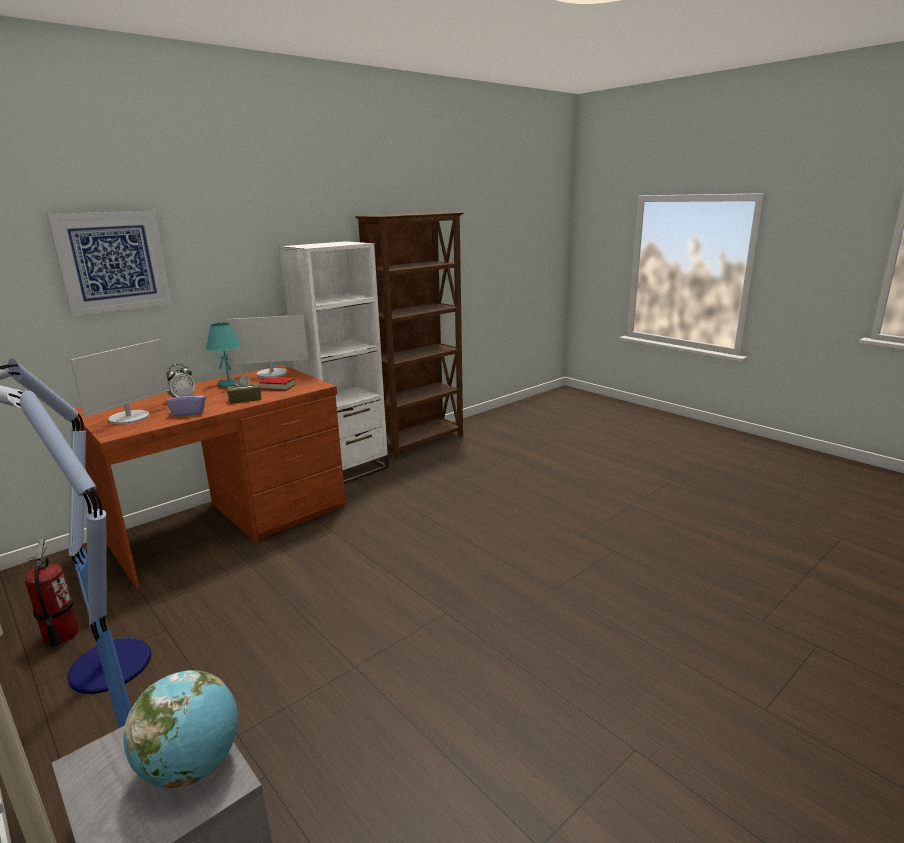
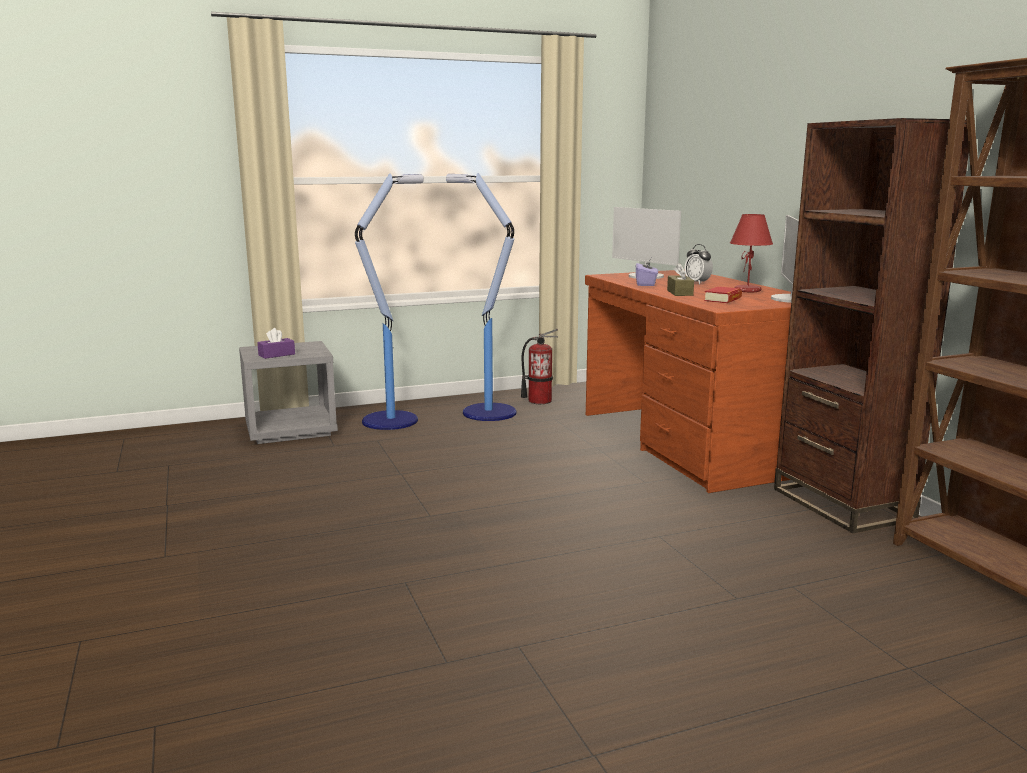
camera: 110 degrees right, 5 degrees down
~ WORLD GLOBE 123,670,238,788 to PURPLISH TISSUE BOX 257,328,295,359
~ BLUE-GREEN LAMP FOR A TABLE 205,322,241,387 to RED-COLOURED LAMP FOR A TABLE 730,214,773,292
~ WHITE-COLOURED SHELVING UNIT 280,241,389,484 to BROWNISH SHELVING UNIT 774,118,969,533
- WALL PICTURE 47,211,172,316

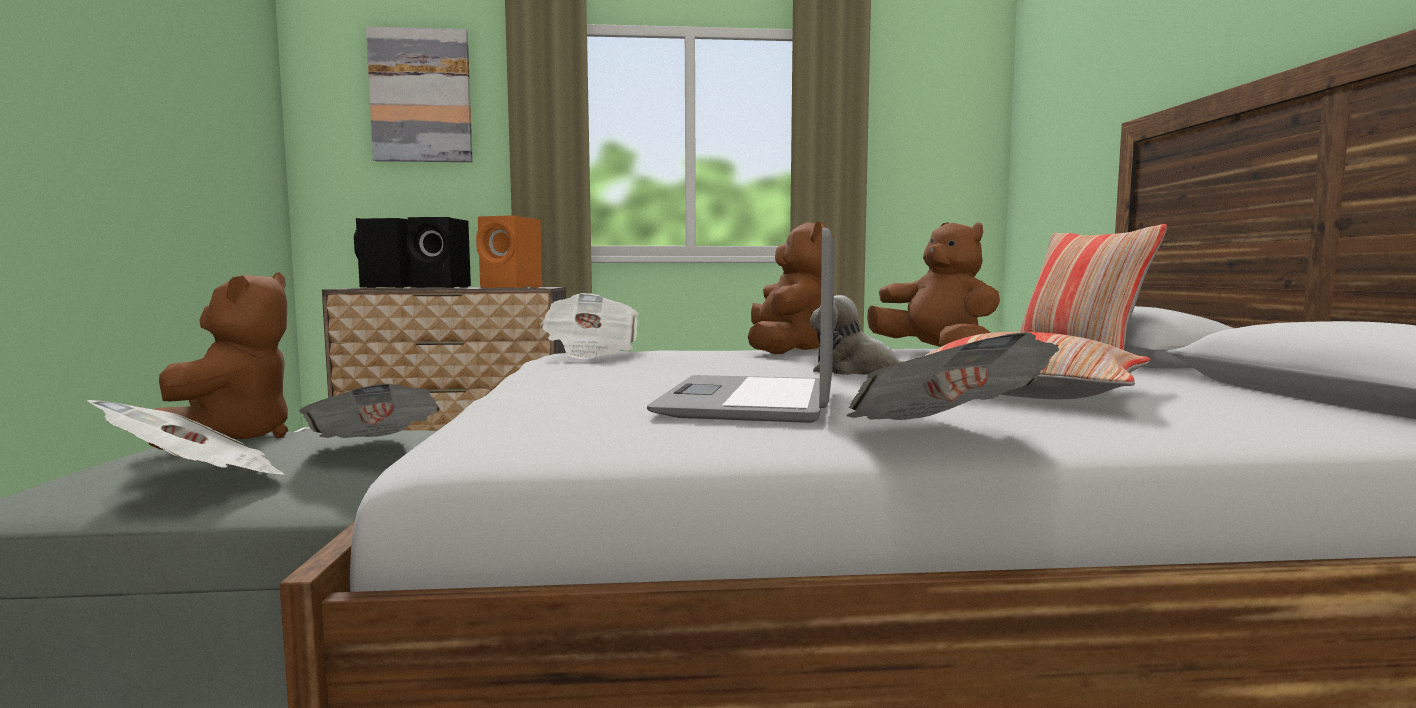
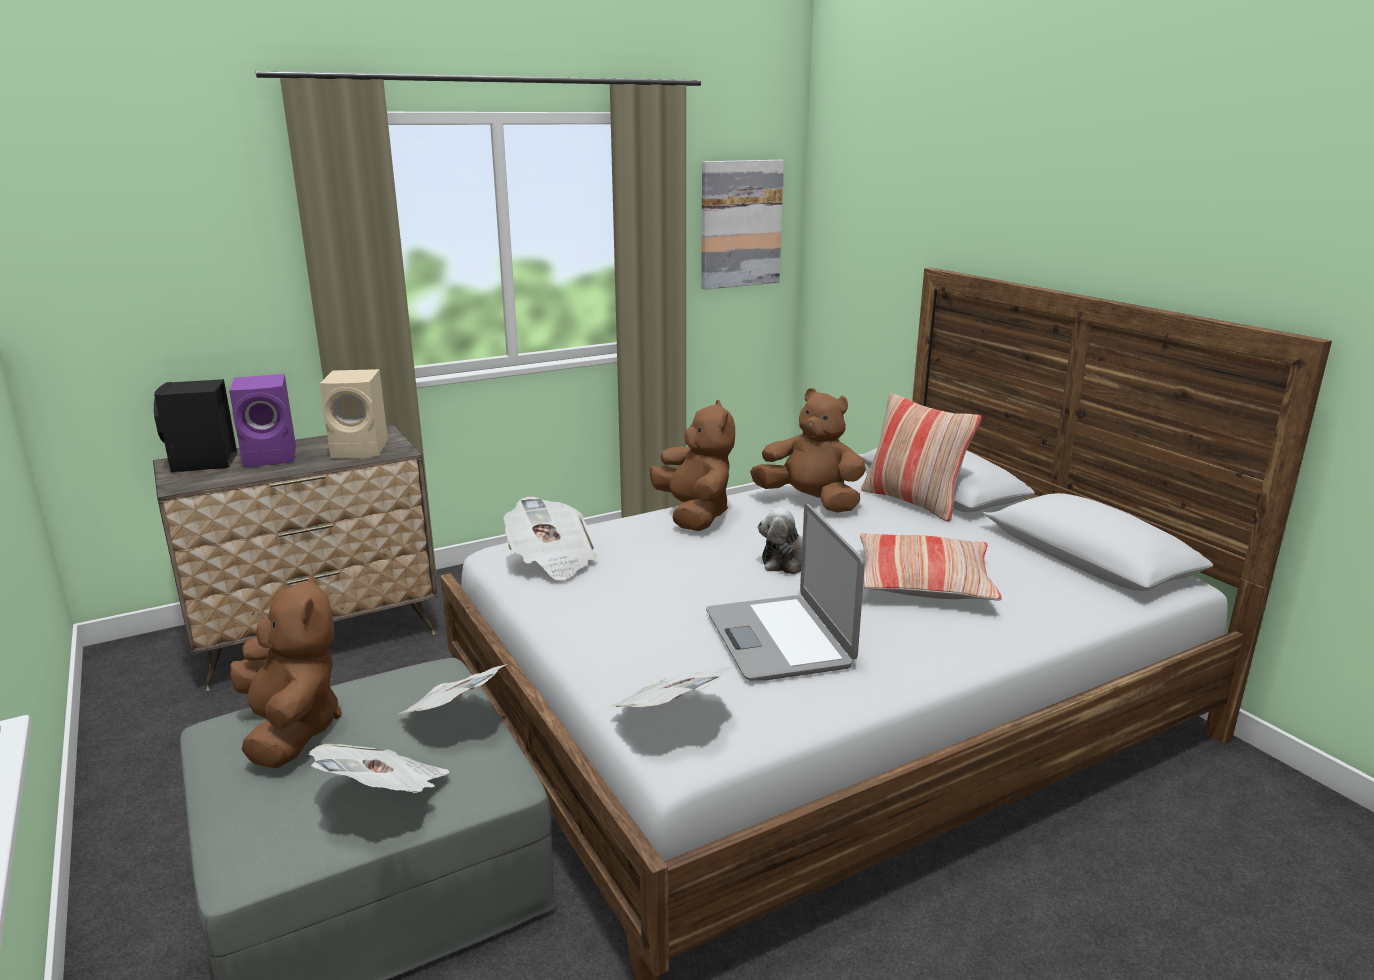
camera: 25 degrees left, 15 degrees up
~ BLACKISH LOUDSPEAKER 407,217,471,288 to PURPLISH LOUDSPEAKER 229,374,296,467
~ ORANGEY LOUDSPEAKER 476,216,542,288 to BEIGE-COLOURED LOUDSPEAKER 320,369,388,458
~ PRINTED PAPER 847,332,1059,420 to 612,667,735,708
~ WALL PICTURE 366,27,473,162 to 701,160,784,290

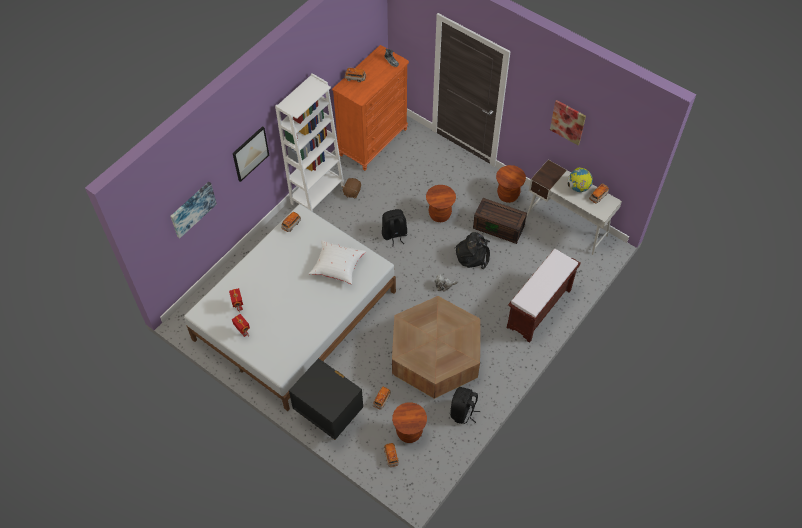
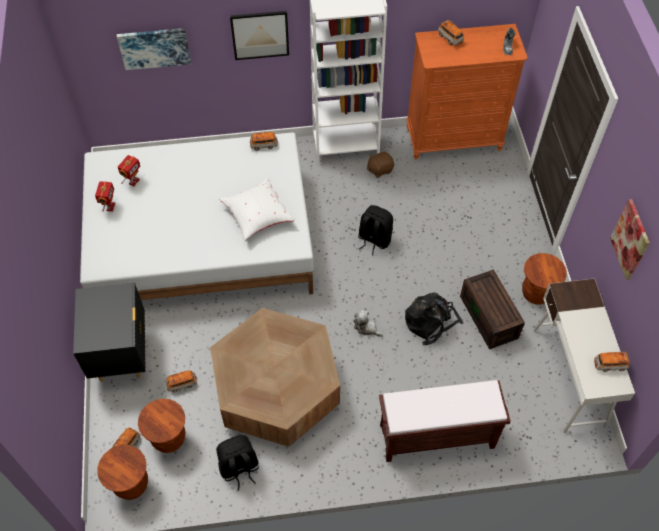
camera: 45 degrees right, 0 degrees up
~ BROWNISH SITTING STOOL 426,185,456,222 to 97,445,148,500
- WORLD GLOBE 568,167,593,192

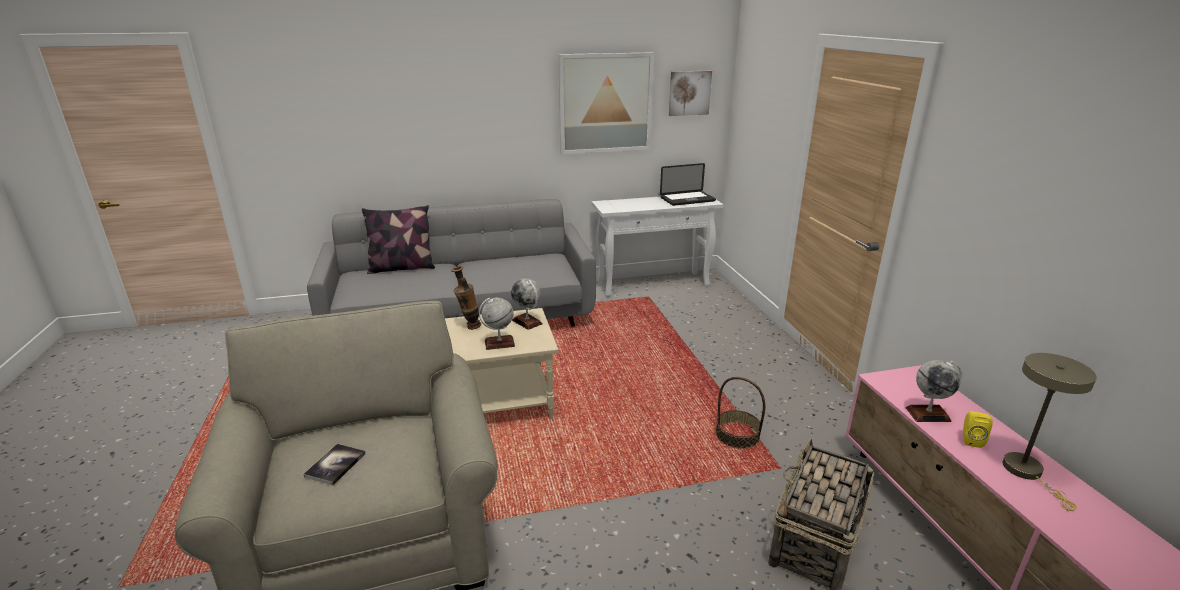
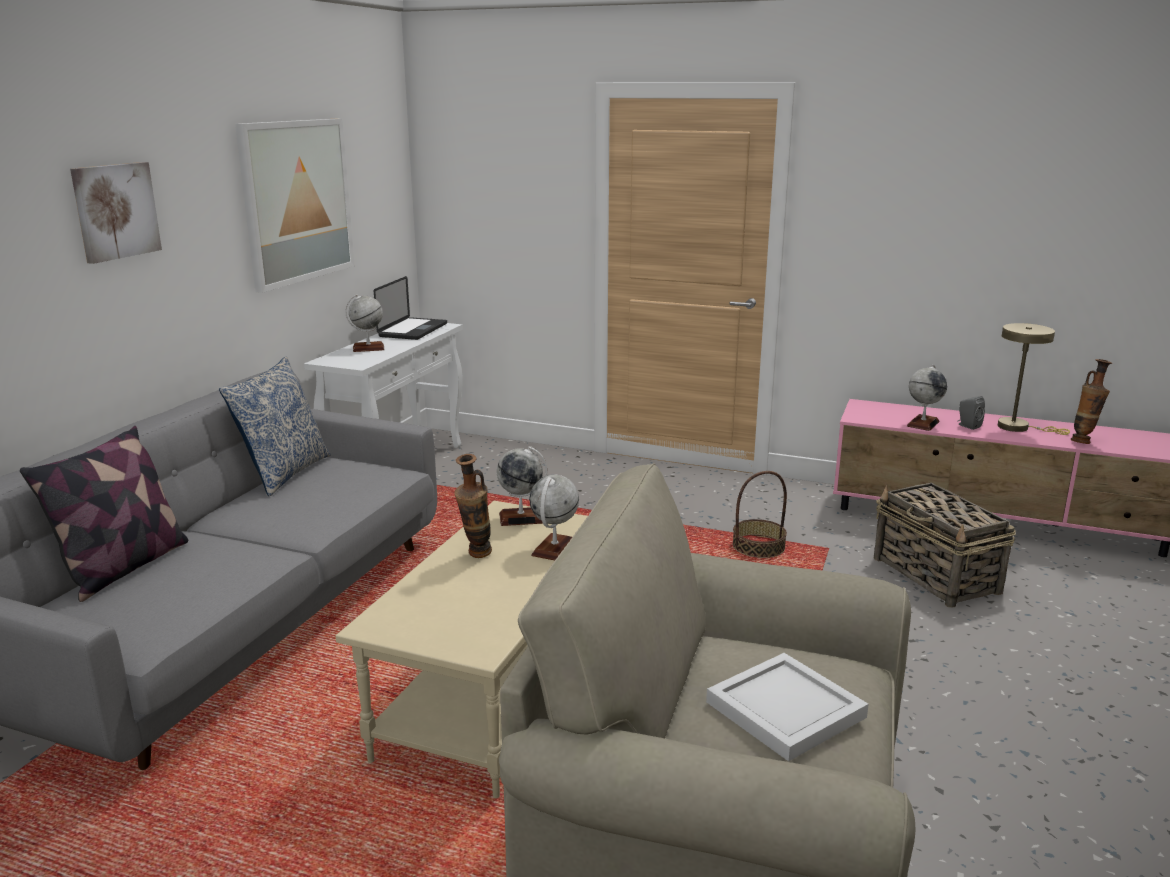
camera: 55 degrees left, 5 degrees down
~ WALL PICTURE 669,71,712,116 to 70,162,162,264
+ PILLOW 219,357,331,496
+ WORLD GLOBE 346,294,384,352
~ BOOK 304,444,366,485 to WHITE-COLOURED SERVING TRAY 706,653,869,761
~ YELLOW LOUDSPEAKER 963,411,993,448 to GREYISH LOUDSPEAKER 957,396,985,430
+ DECORATIVE VASE 1071,359,1112,444

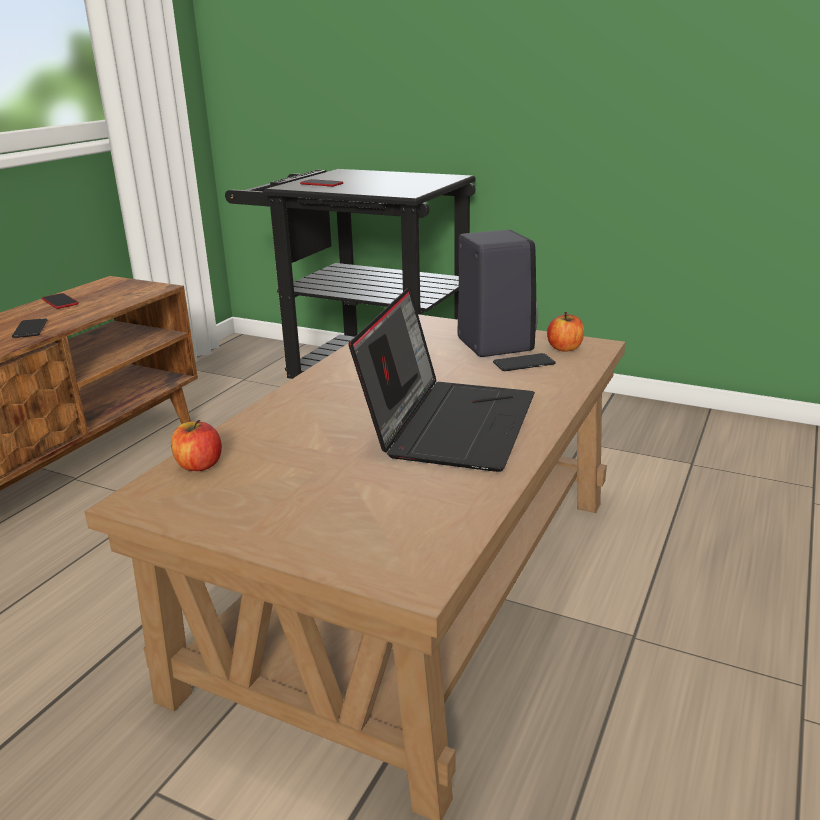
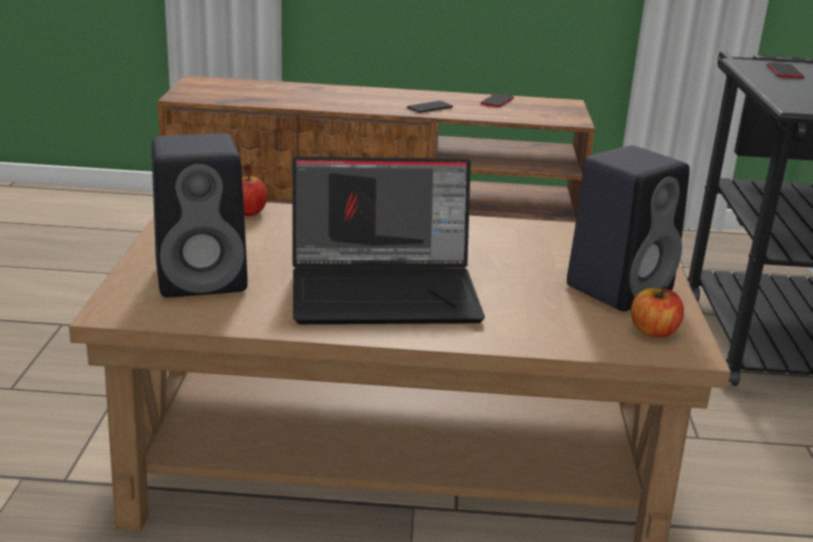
camera: 65 degrees right, 0 degrees up
+ BLACKISH LOUDSPEAKER 152,133,248,297
- HANDSET 493,353,555,371

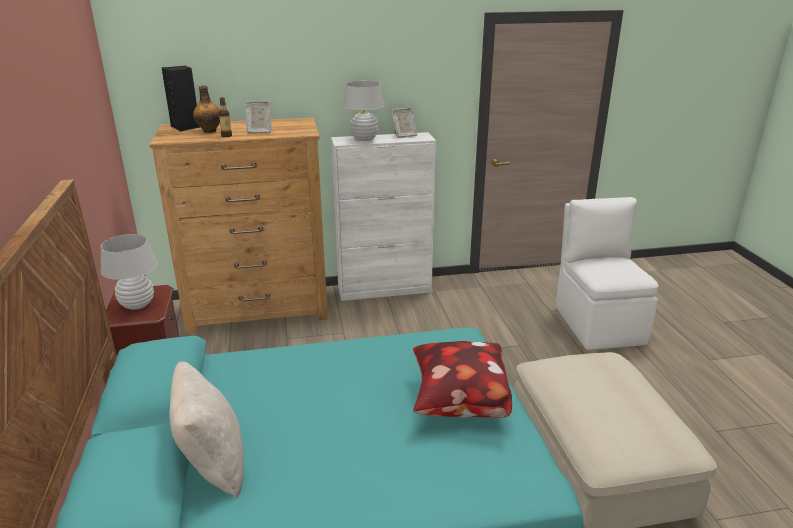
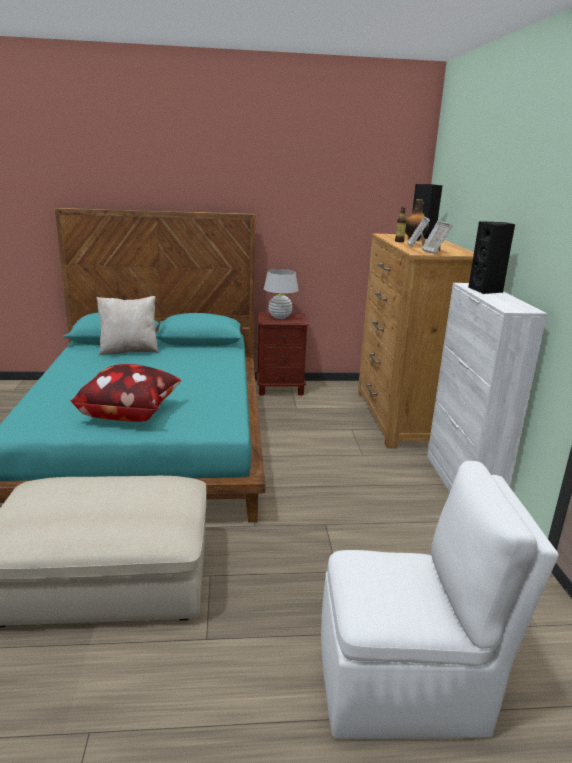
camera: 95 degrees right, 5 degrees down
~ PICTURE FRAME 391,108,417,138 to 422,221,453,254
~ WHITE-COLOURED LAMP FOR A TABLE 343,81,385,141 to BLACKISH LOUDSPEAKER 468,221,515,294

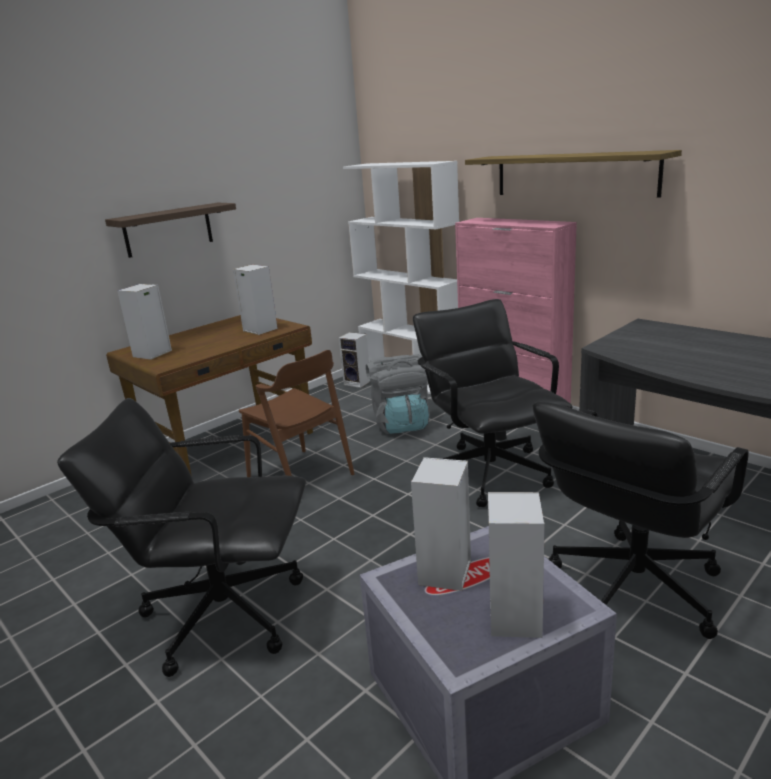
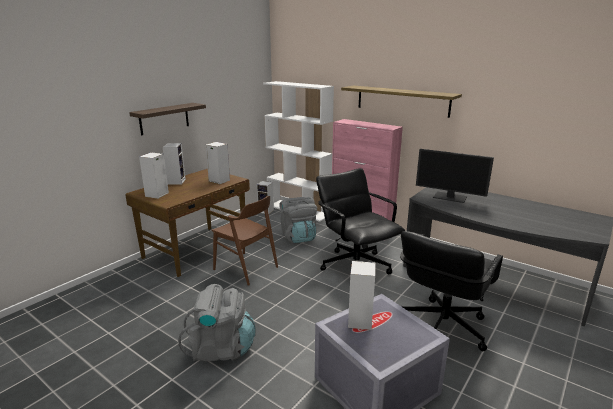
camera: 10 degrees left, 0 degrees up
~ LOUDSPEAKER 488,492,545,638 to 163,143,186,184
~ BLACKISH DESK CHAIR 57,398,306,677 to GREYISH BACKPACK 178,284,256,361
+ COMPUTER DISPLAY 416,149,494,203

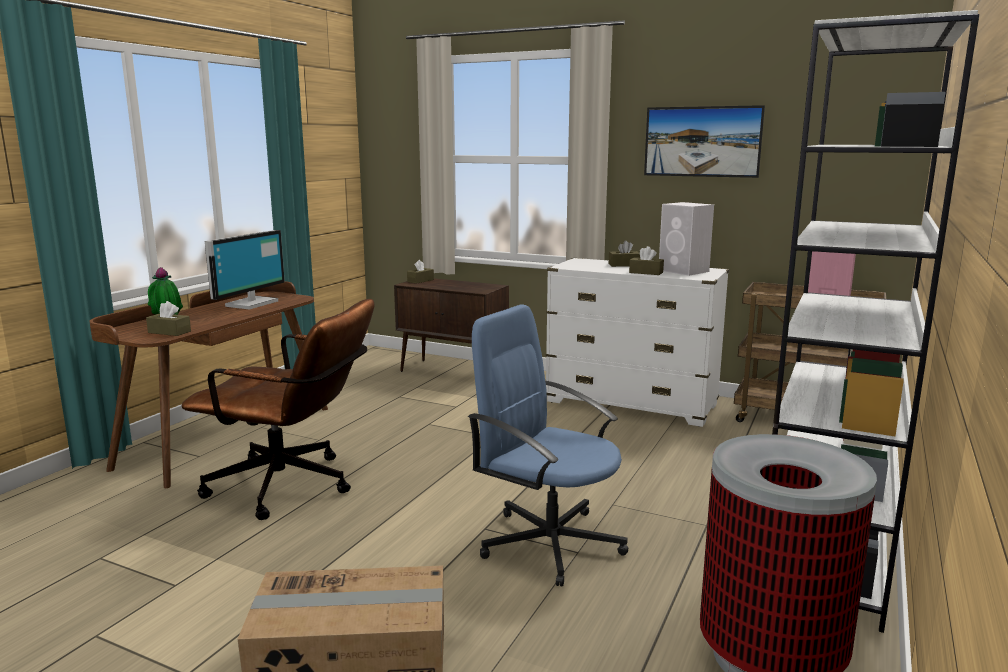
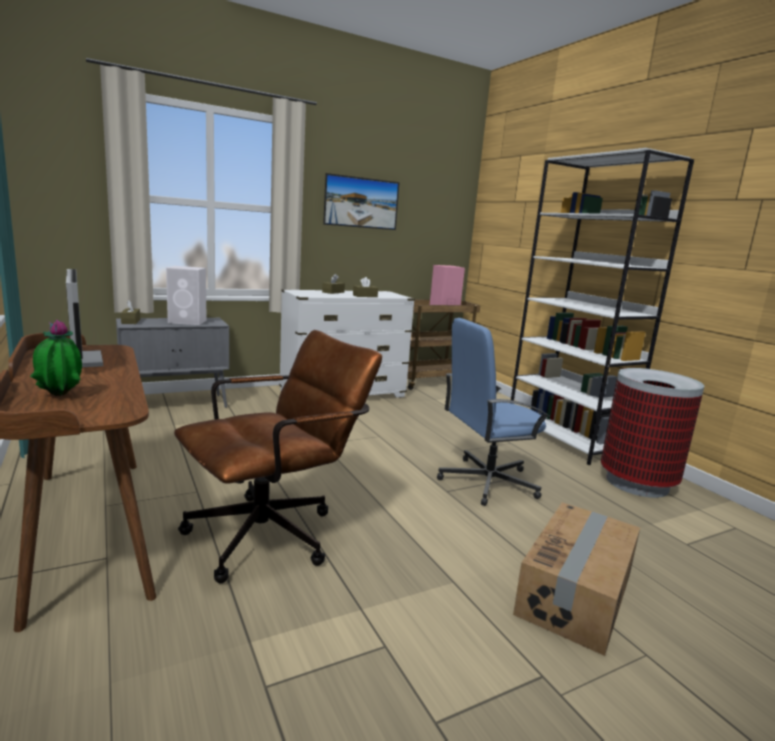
camera: 55 degrees left, 0 degrees up
~ BROWNISH STORAGE CABINET 394,278,509,372 to GREYISH STORAGE CABINET 116,318,229,408
~ WHITE-COLOURED LOUDSPEAKER 659,202,714,276 to 166,266,207,325
- BROWNISH TISSUE BOX 146,301,191,336

